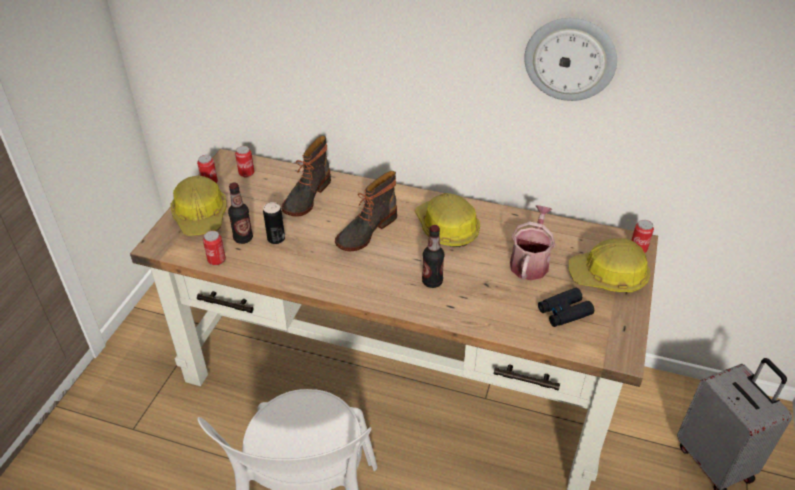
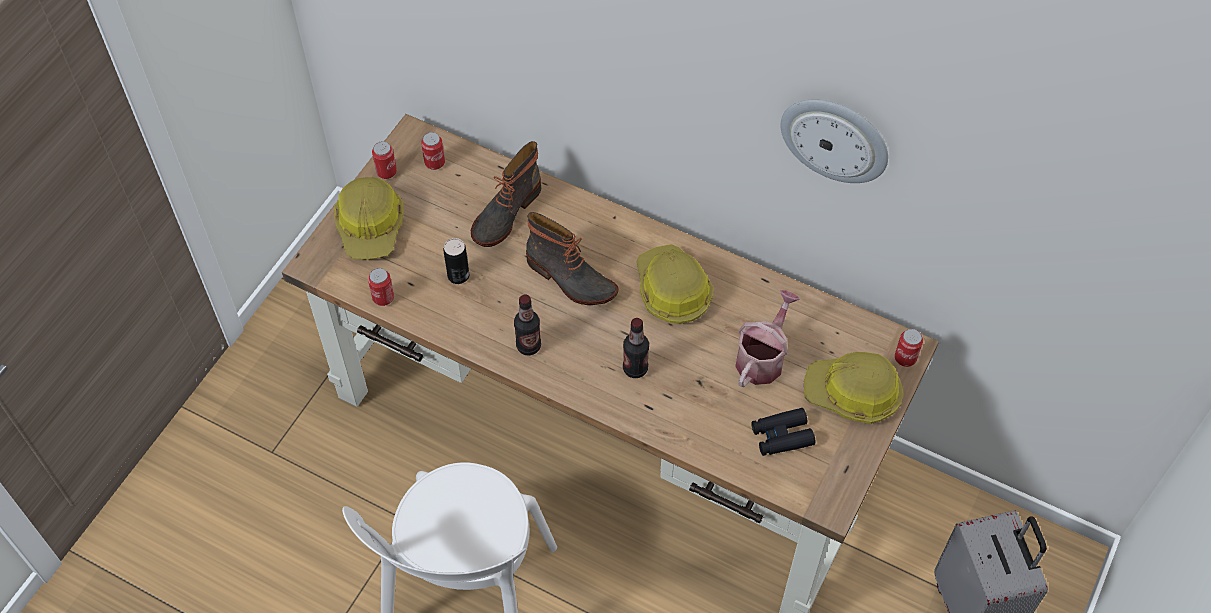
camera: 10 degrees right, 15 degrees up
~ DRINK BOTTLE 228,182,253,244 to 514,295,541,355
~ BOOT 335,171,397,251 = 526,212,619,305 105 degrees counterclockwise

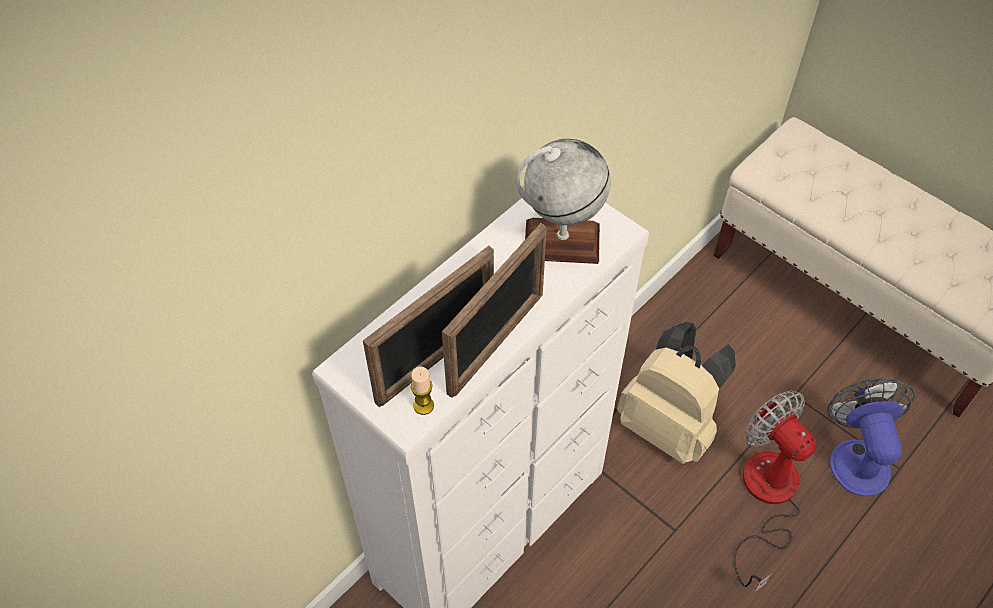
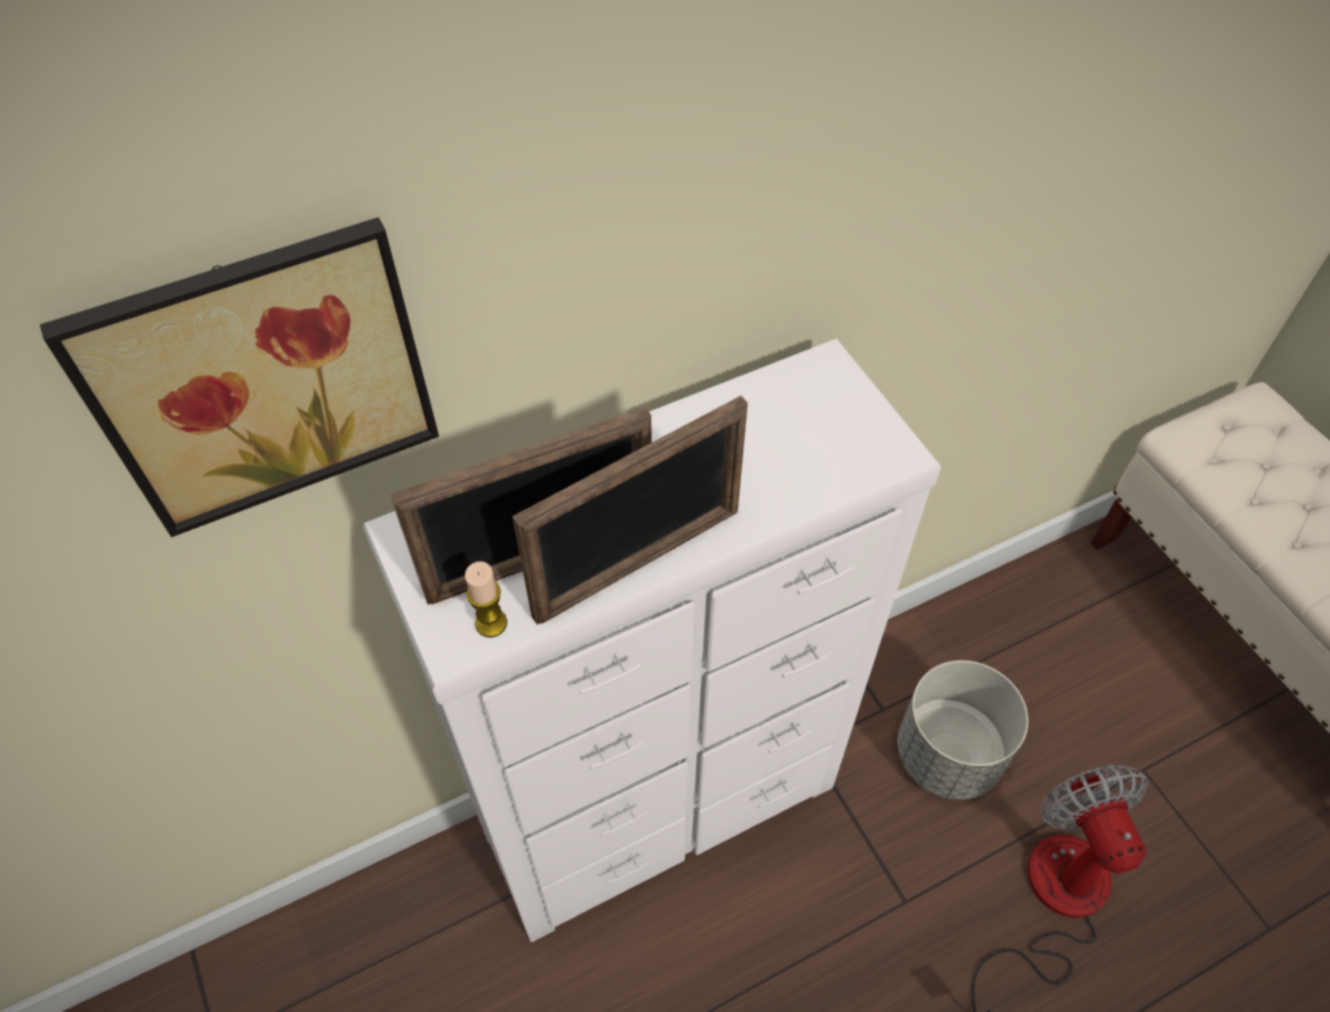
camera: 20 degrees right, 0 degrees up
+ WALL PICTURE 40,217,439,537
~ BEIGE-COLOURED BACKPACK 617,322,736,464 to GREYISH PLANT POT 897,660,1028,800
- WORLD GLOBE 516,139,611,264
- COOLING FAN 827,378,915,496

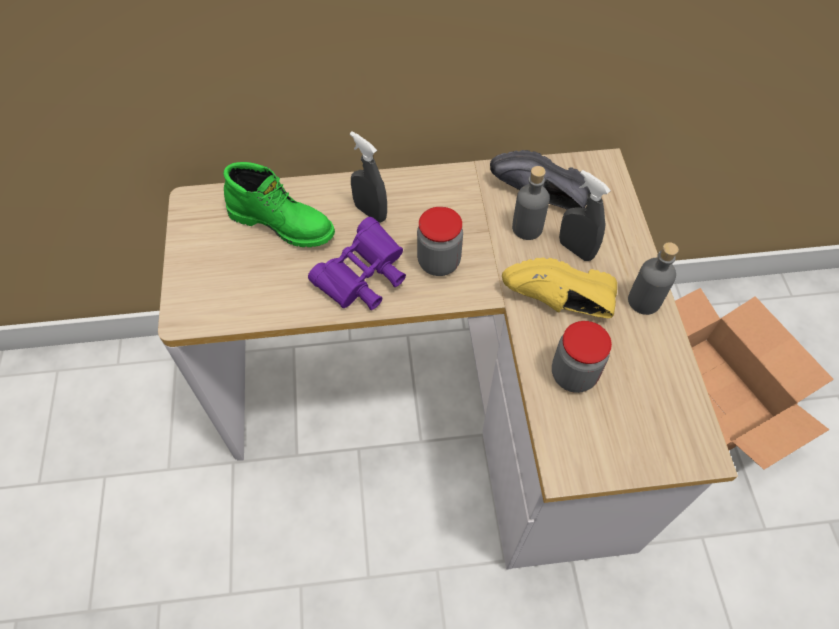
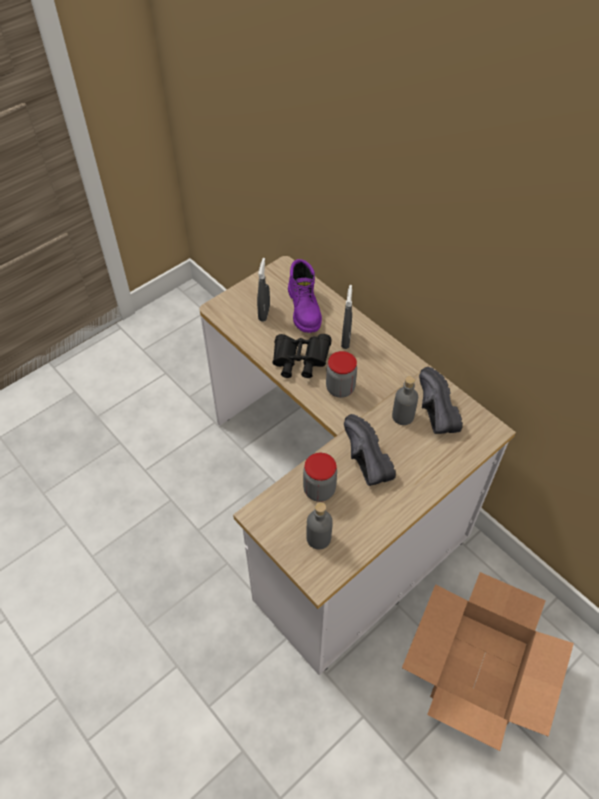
camera: 55 degrees right, 5 degrees down
~ GREYISH SPRAYER 559,170,611,261 to 257,258,270,322
~ PURPLISH PAIR OF BINOCULARS 308,217,406,310 to BLACKISH PAIR OF BINOCULARS 272,334,332,378
~ GREEN-COLOURED BOOT 224,162,335,247 to PURPLISH BOOT 288,259,322,333
~ GREYISH DRINK BOTTLE 628,242,679,315 to 306,502,333,549
~ YELLOW ITEM OF FOOTWEAR 502,257,617,318 to BLACKISH ITEM OF FOOTWEAR 344,414,396,486

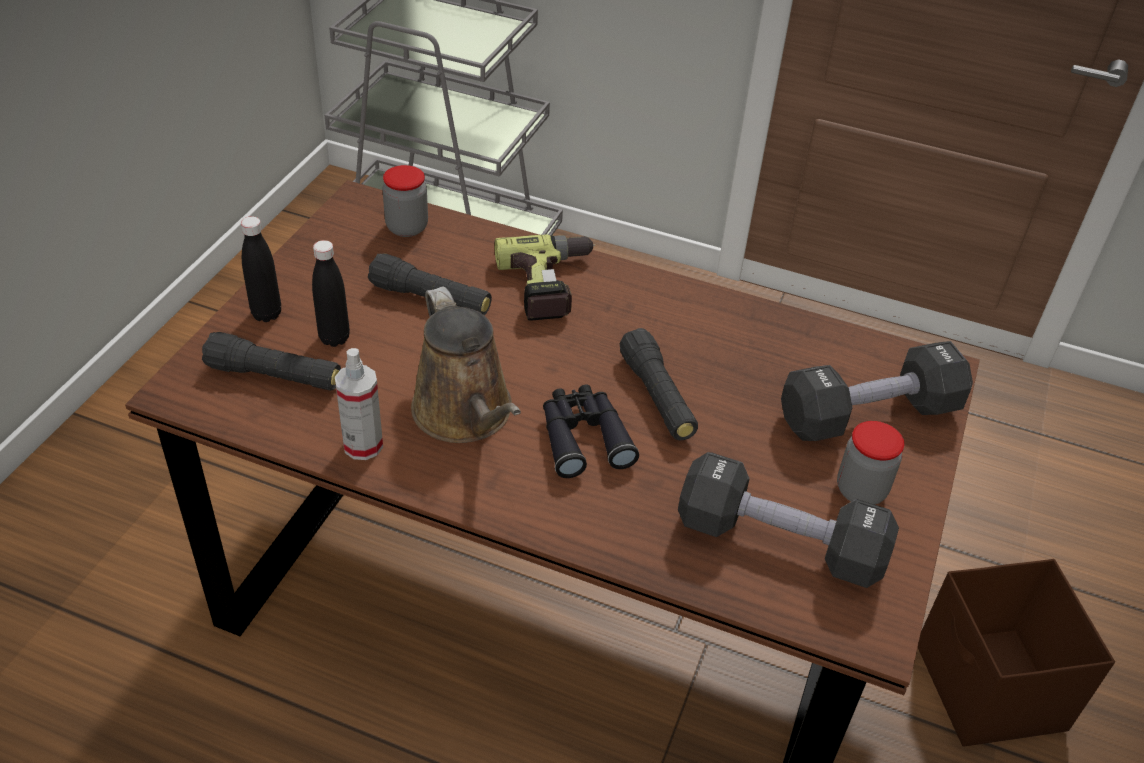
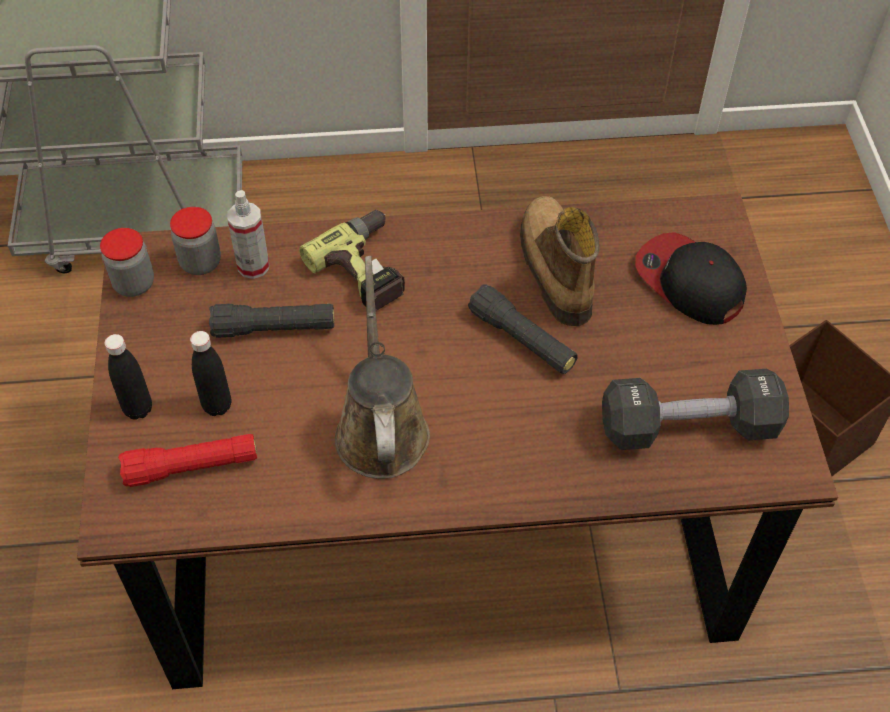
camera: 25 degrees left, 10 degrees up
~ PRESERVE JAR 837,421,904,505 to 100,228,154,297
~ BLACKISH FLASHLIGHT 202,332,341,391 to RED-COLOURED FLASHLIGHT 118,434,257,487
~ SPRAYER 335,348,383,460 to 227,190,269,279
~ BROWNISH SPRINKLING CAN 411,286,521,443 = 335,256,430,479 135 degrees counterclockwise
+ BOOT 520,196,599,326
~ BLACKISH DUMBBELL 781,341,973,441 to PEAKED CAP 635,232,747,325
- BLACKISH PAIR OF BINOCULARS 543,385,639,478

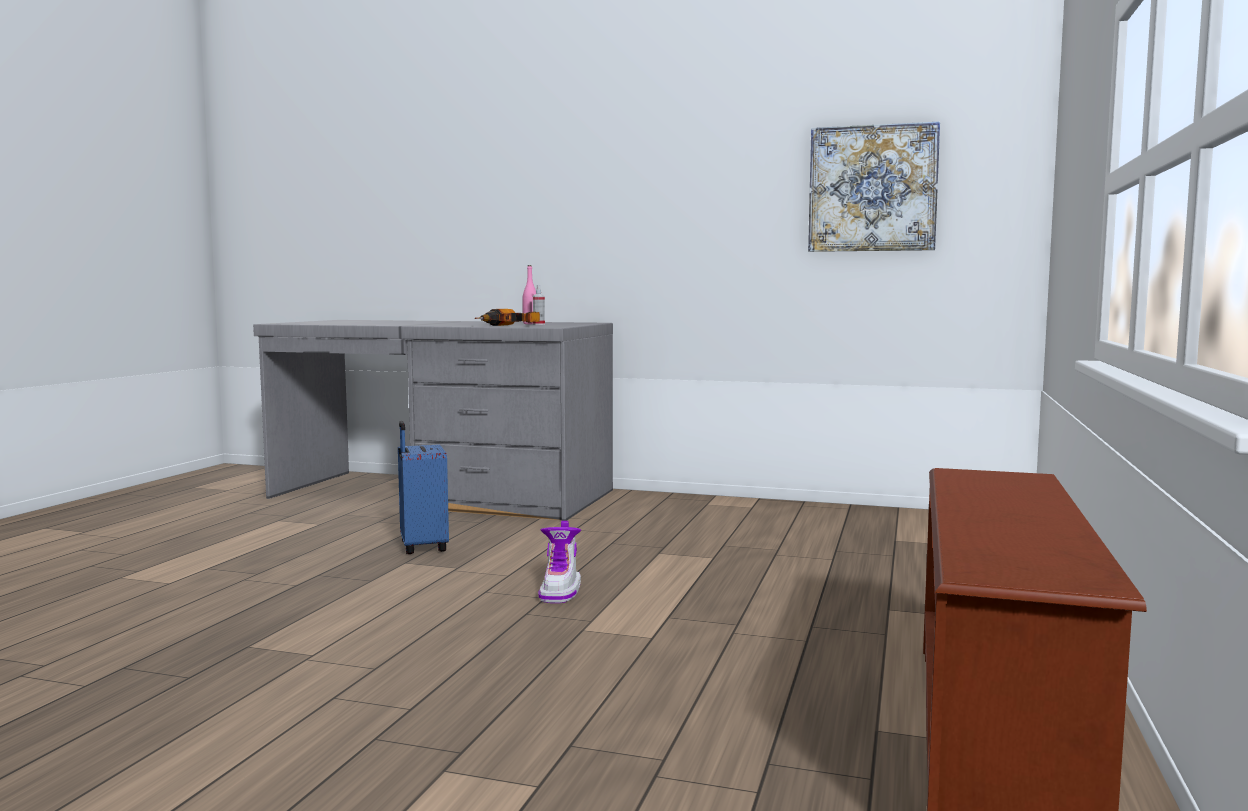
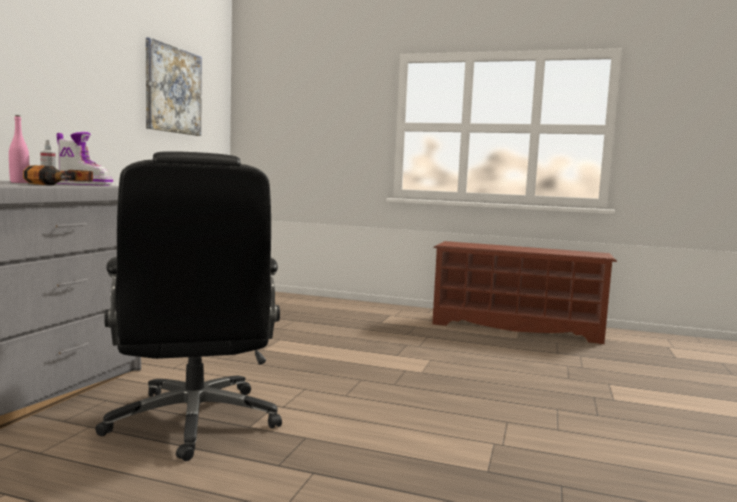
camera: 90 degrees left, 0 degrees up
~ BOOT 538,521,581,603 to 57,132,113,186
~ BLUE-COLOURED TRAVEL CASE 398,421,449,554 to BLACKISH DESK CHAIR 95,151,282,461

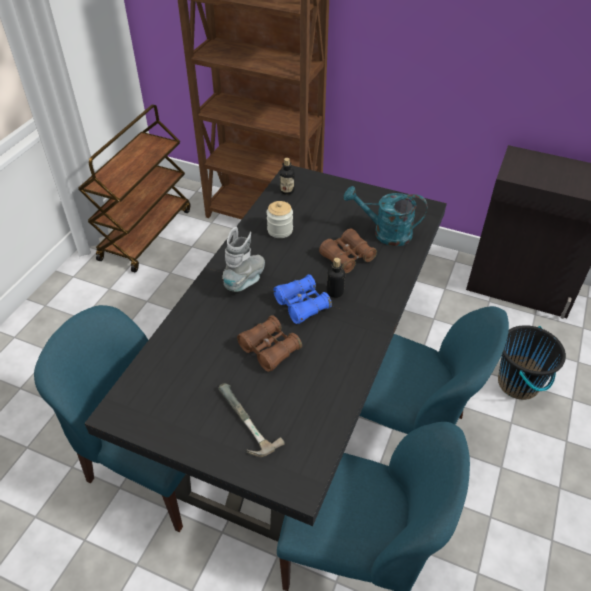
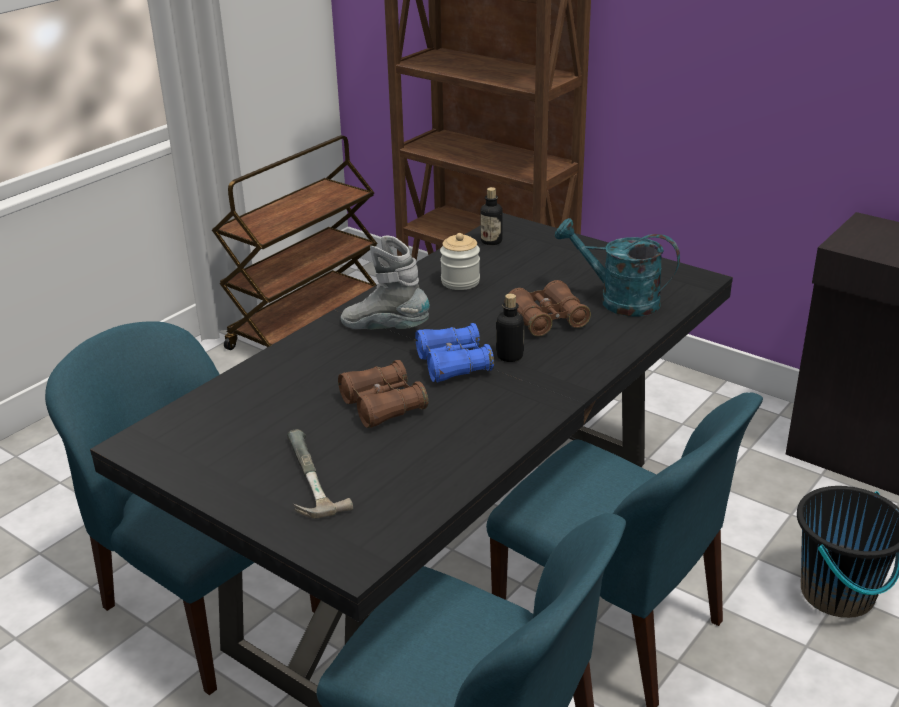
camera: 15 degrees right, 15 degrees down
~ GREYISH BOOT 222,227,265,292 = 341,235,430,330 105 degrees counterclockwise

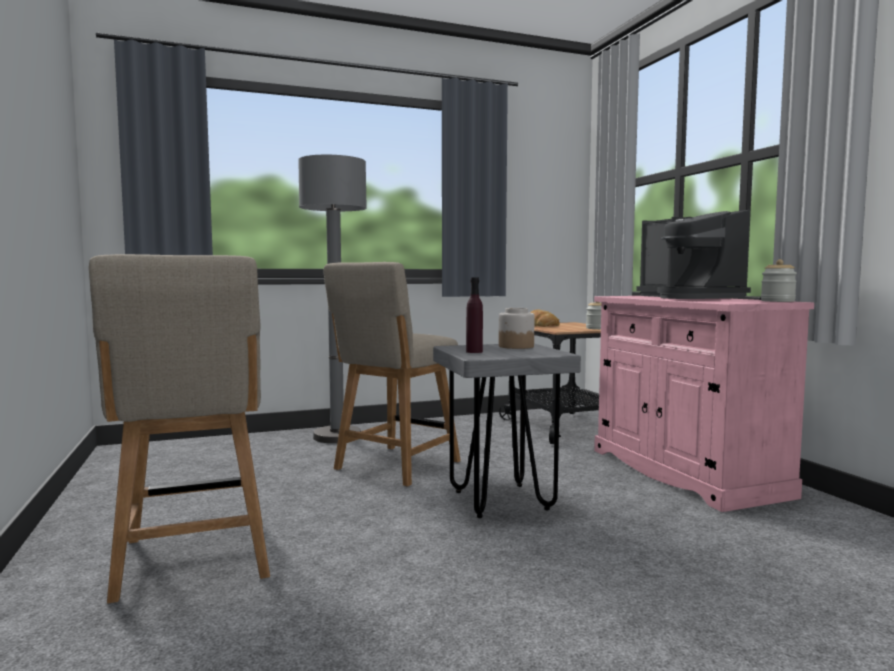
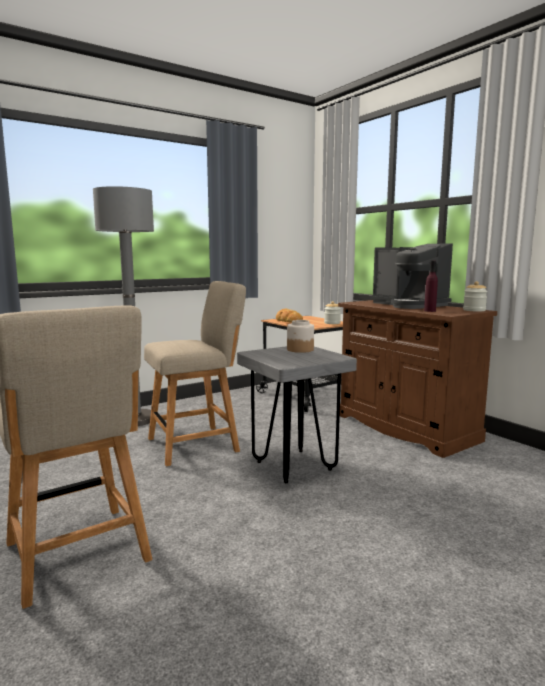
camera: 15 degrees left, 5 degrees up
~ BEIGE-COLOURED CHAIR 323,262,461,487 = 144,281,246,466 135 degrees counterclockwise
~ PINK-COLOURED STORAGE CABINET 594,296,814,512 to BROWNISH STORAGE CABINET 338,300,497,458
~ PURPLISH DRINK BOTTLE 466,278,483,353 to 424,261,438,312

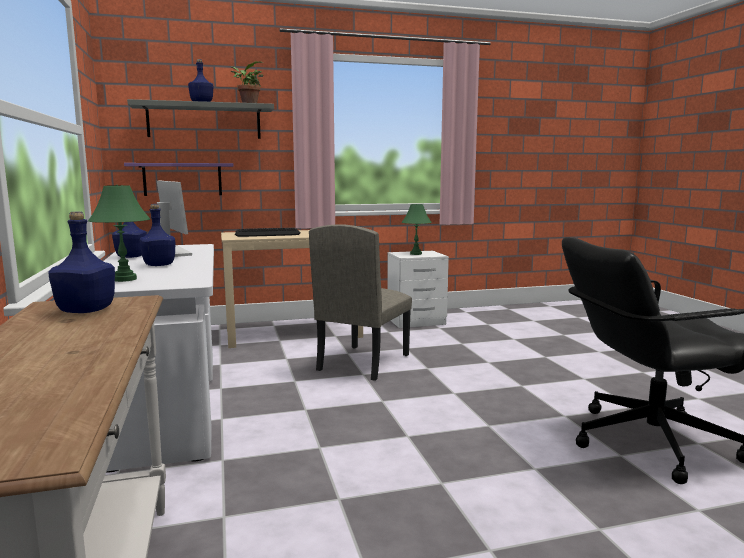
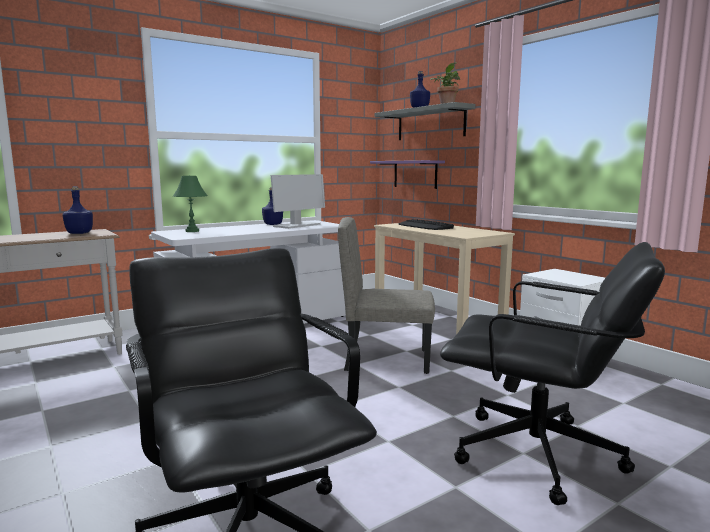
camera: 70 degrees right, 0 degrees up
+ BLACKISH DESK CHAIR 440,242,665,505
- BLUE-COLOURED DRINK BOTTLE 140,204,175,266
- GREEN-COLOURED LAMP FOR A TABLE 402,204,432,255

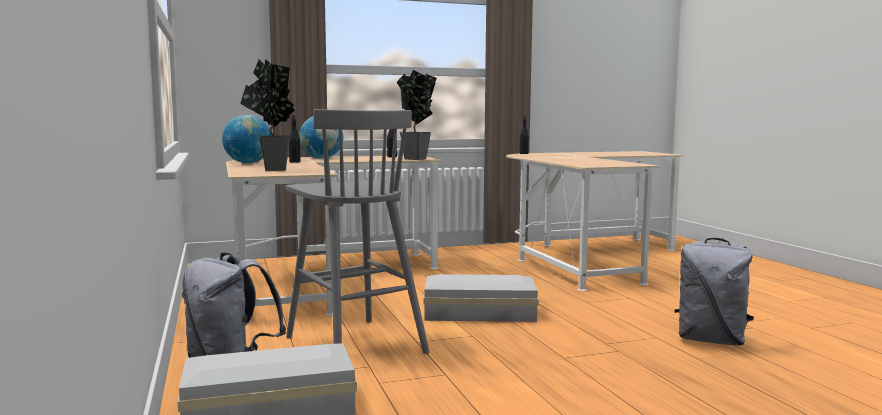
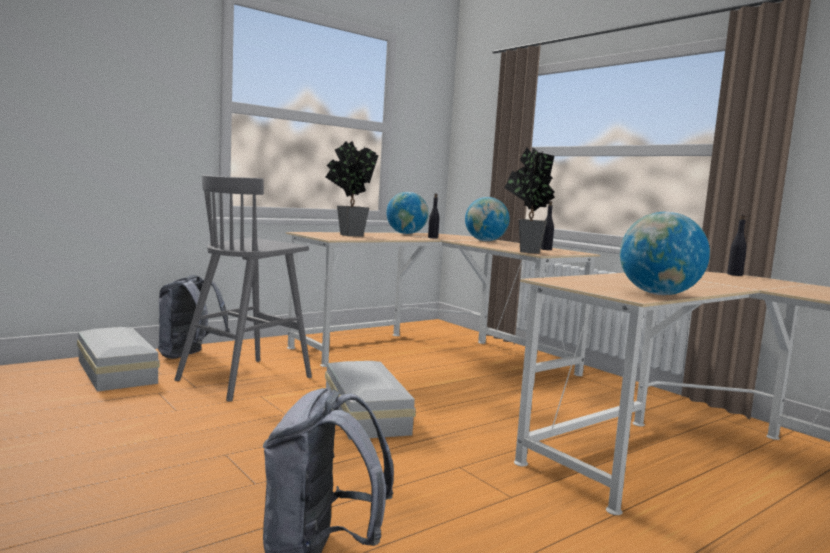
camera: 70 degrees right, 0 degrees up
+ WORLD GLOBE 620,212,710,295

